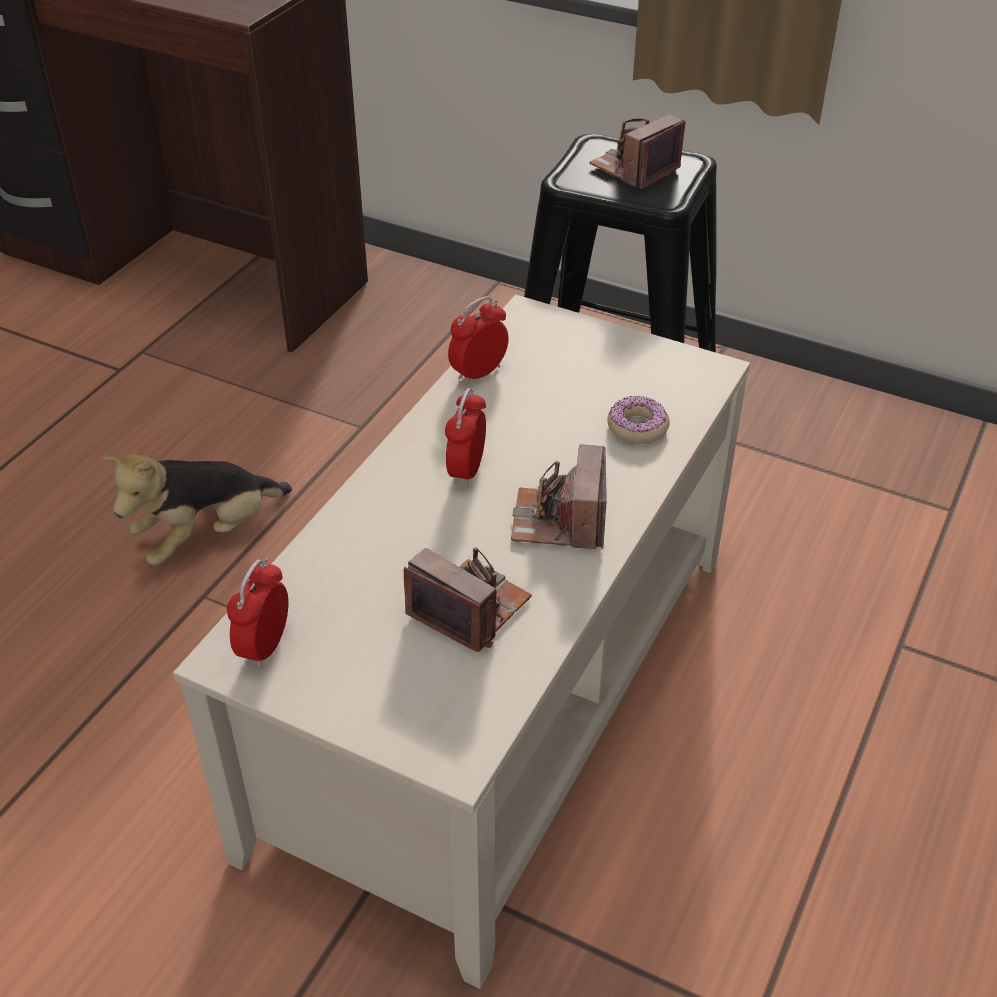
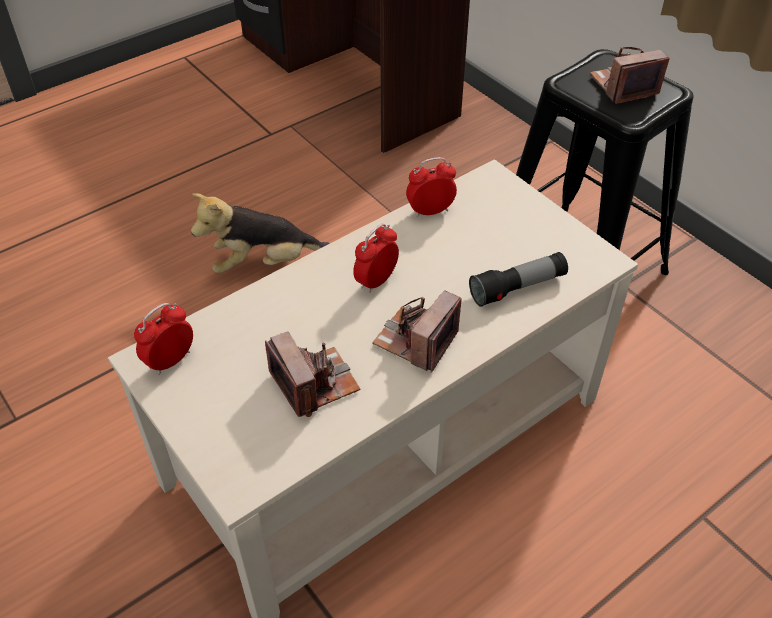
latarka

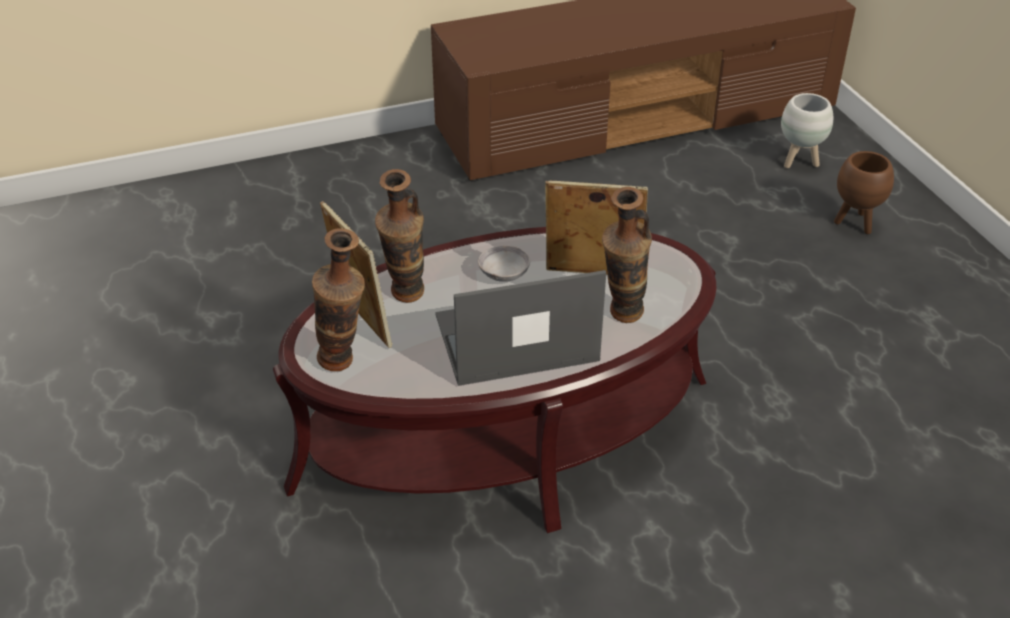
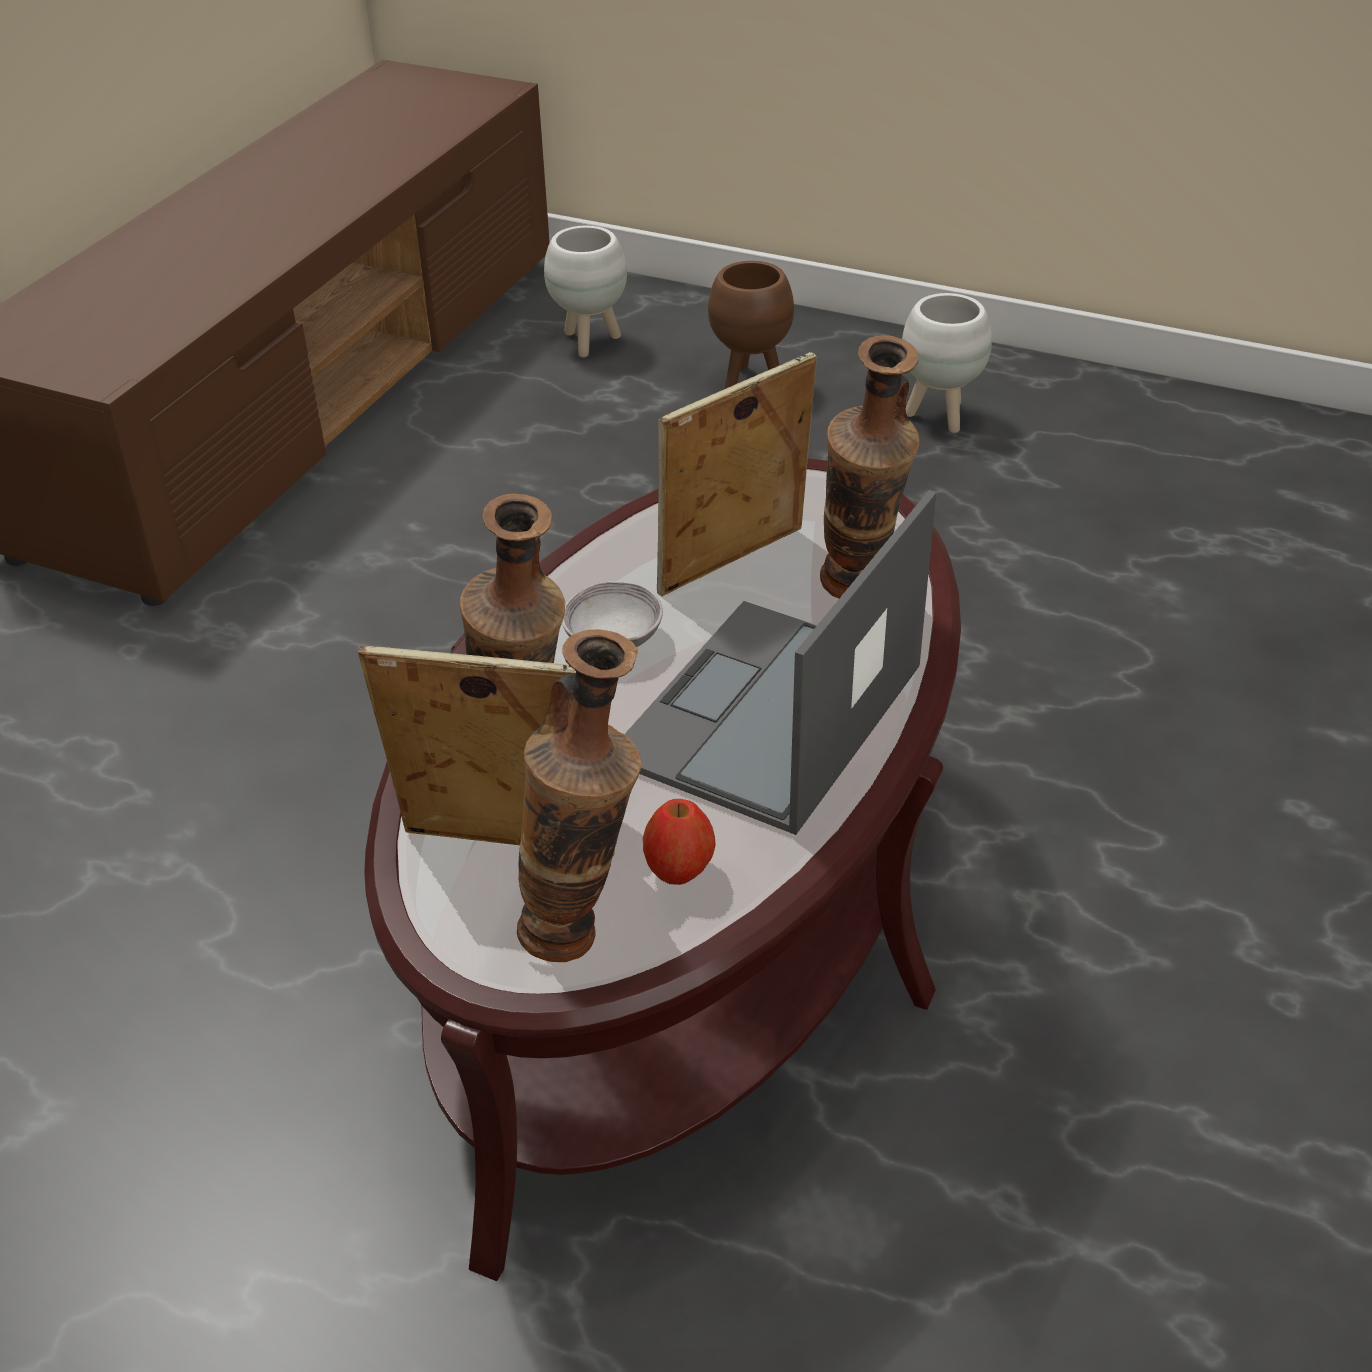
jabłko
donica/biały (no. 2 from left)

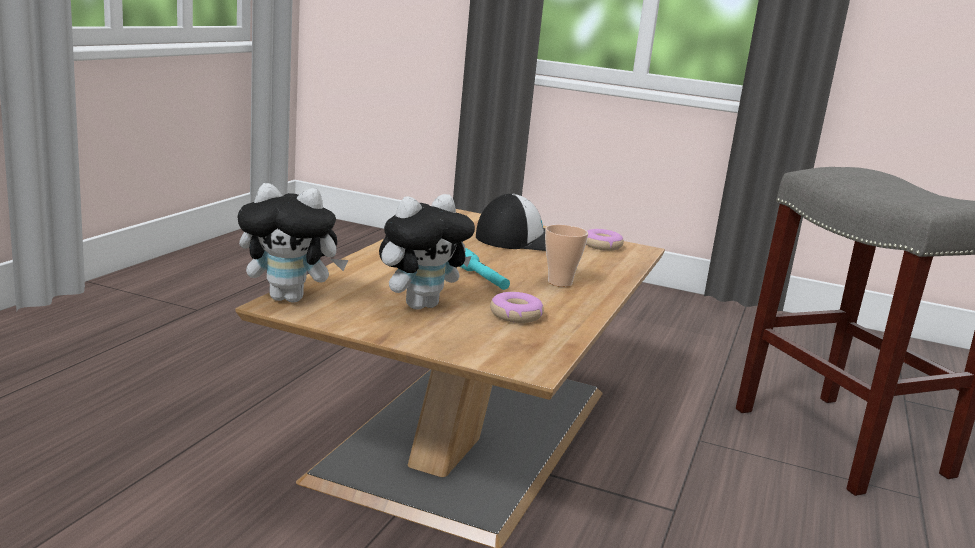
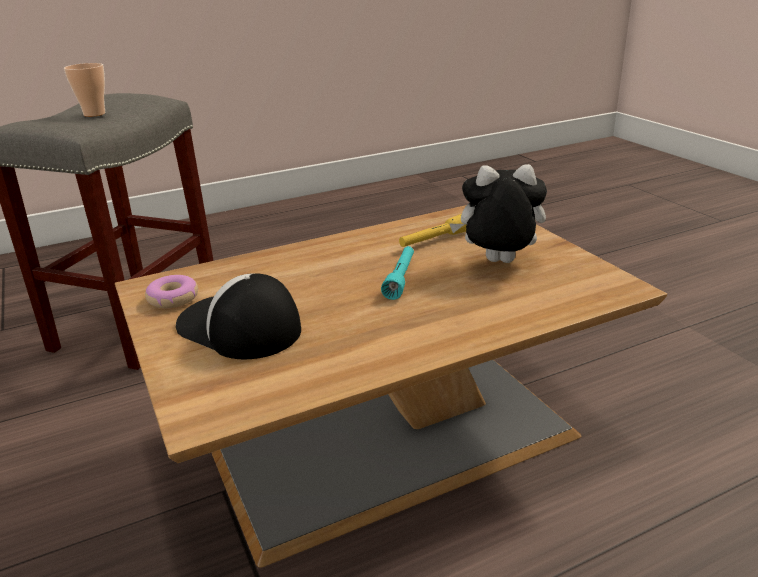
pluszak (no. 1 from left in the first image)
latarka/żółty
filiżanka

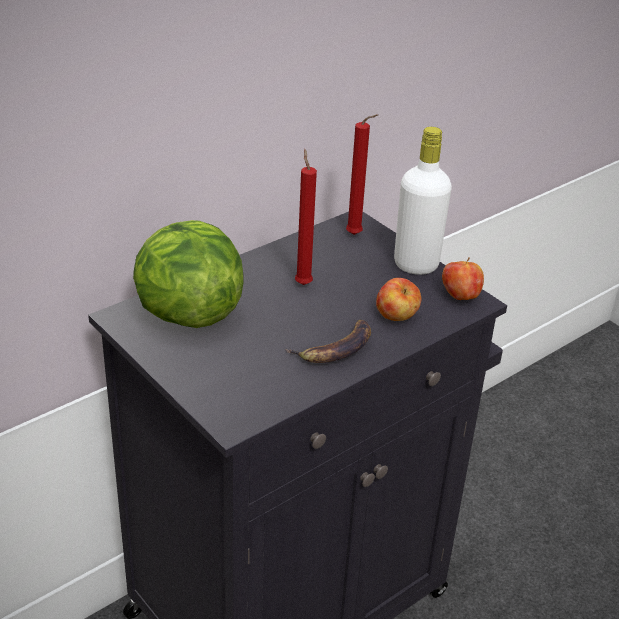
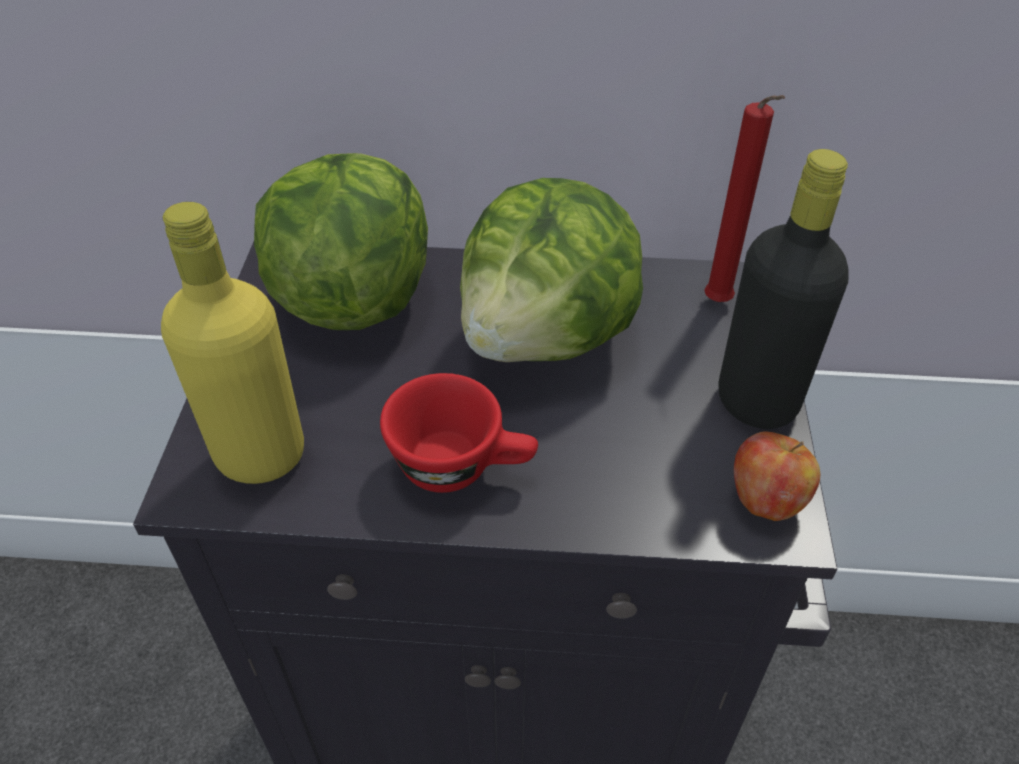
filiżanka/czerwony
sałata (no. 2 from left)
jabłko (no. 1 from left in the first image)
butelka/czarny
butelka/żółty

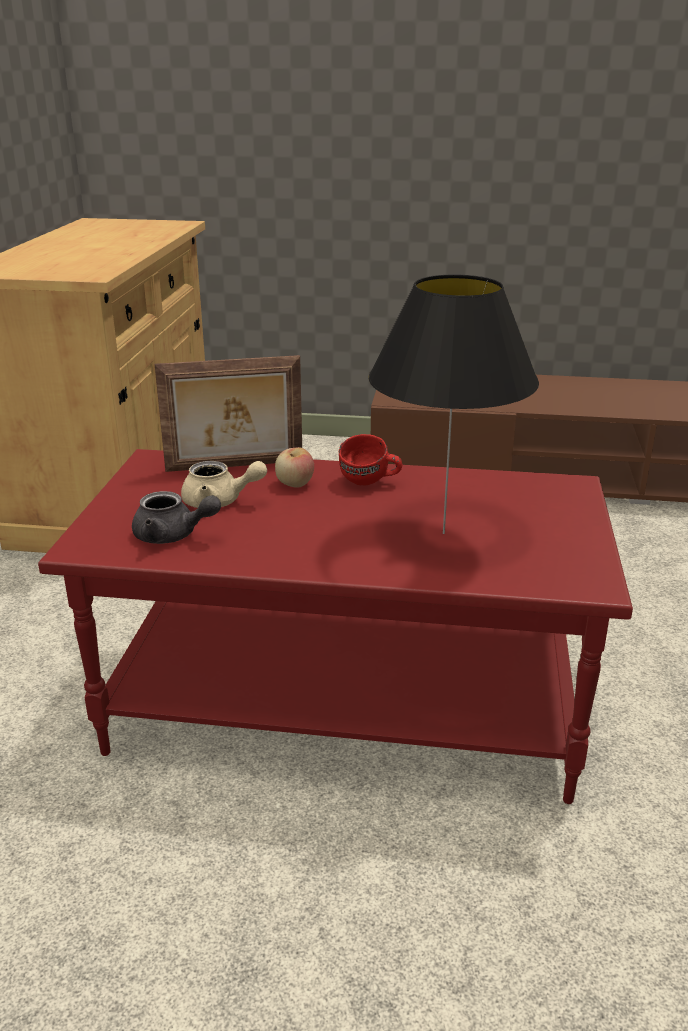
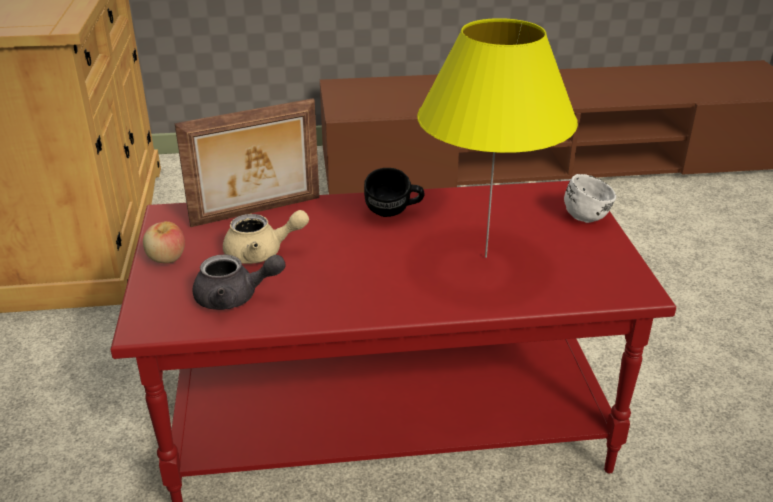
jabłko
kubek/czarny
lampa stołowa/żółty
kubek/biały

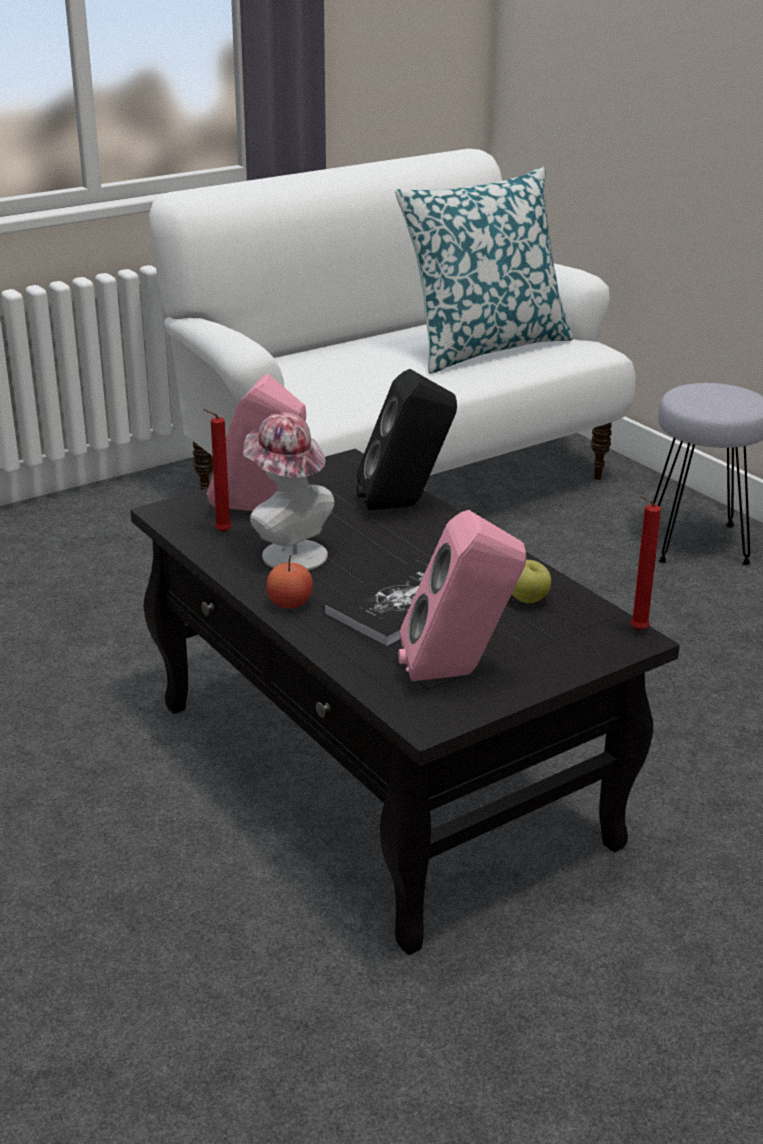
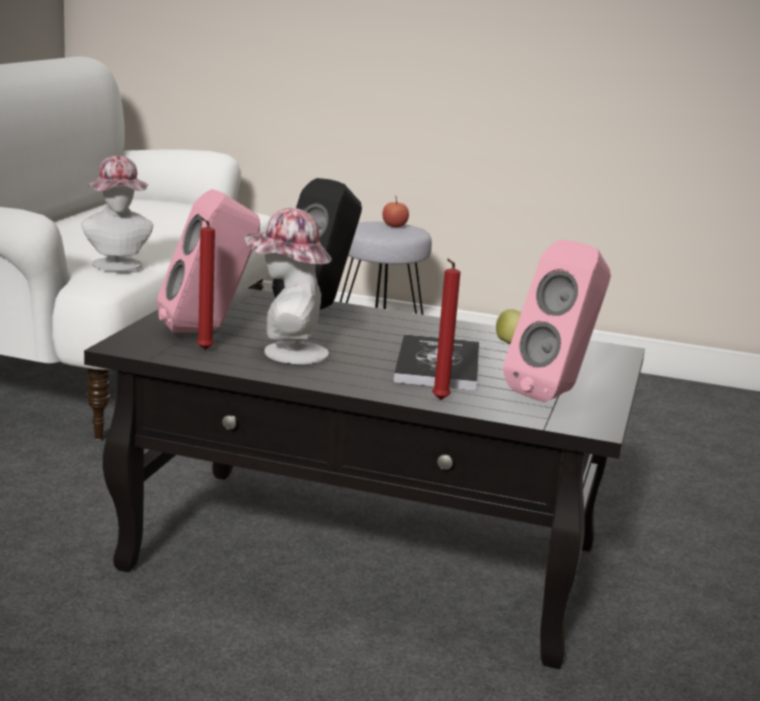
jabłko (no. 1 from left)
poduszka
świeca/czerwony (no. 2 from left)
kapelusz (no. 1 from left)

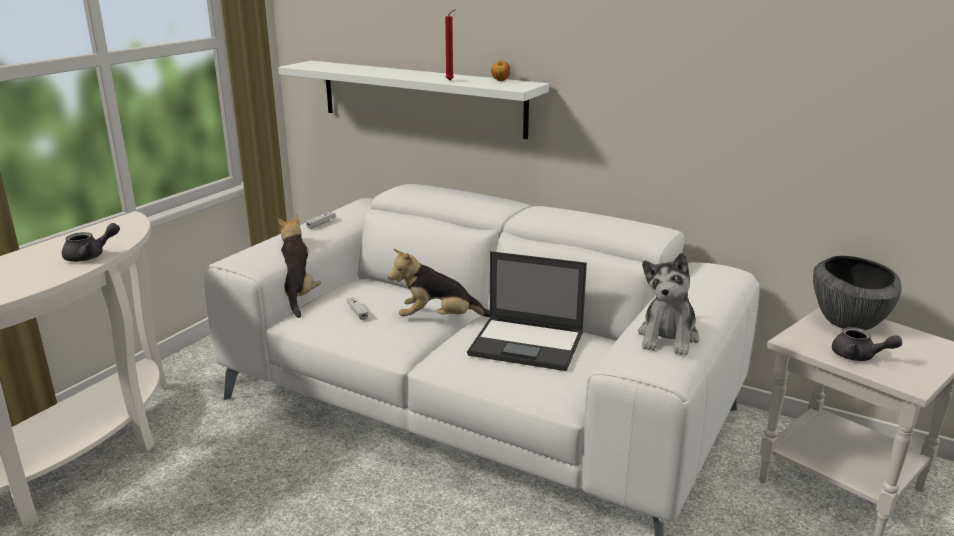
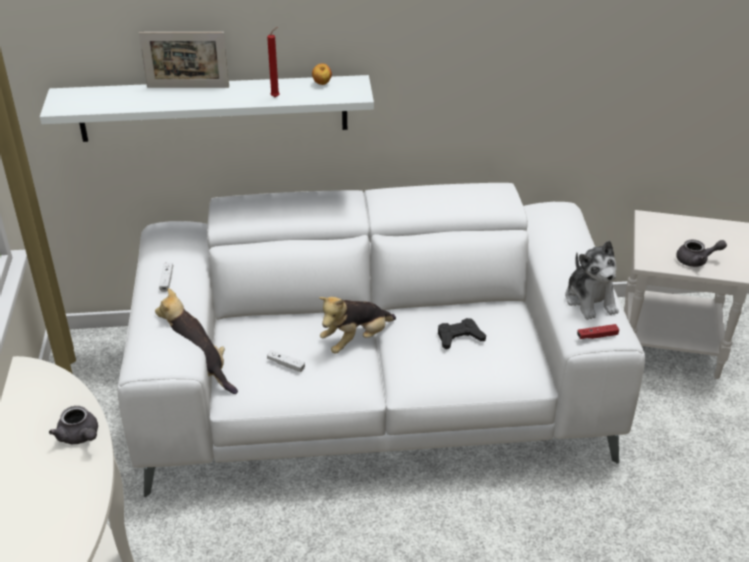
imbryk/szary (no. 1 from left)
pad do gier/czarny
miska
ramka na zdjęcie
pad do gier/czerwony

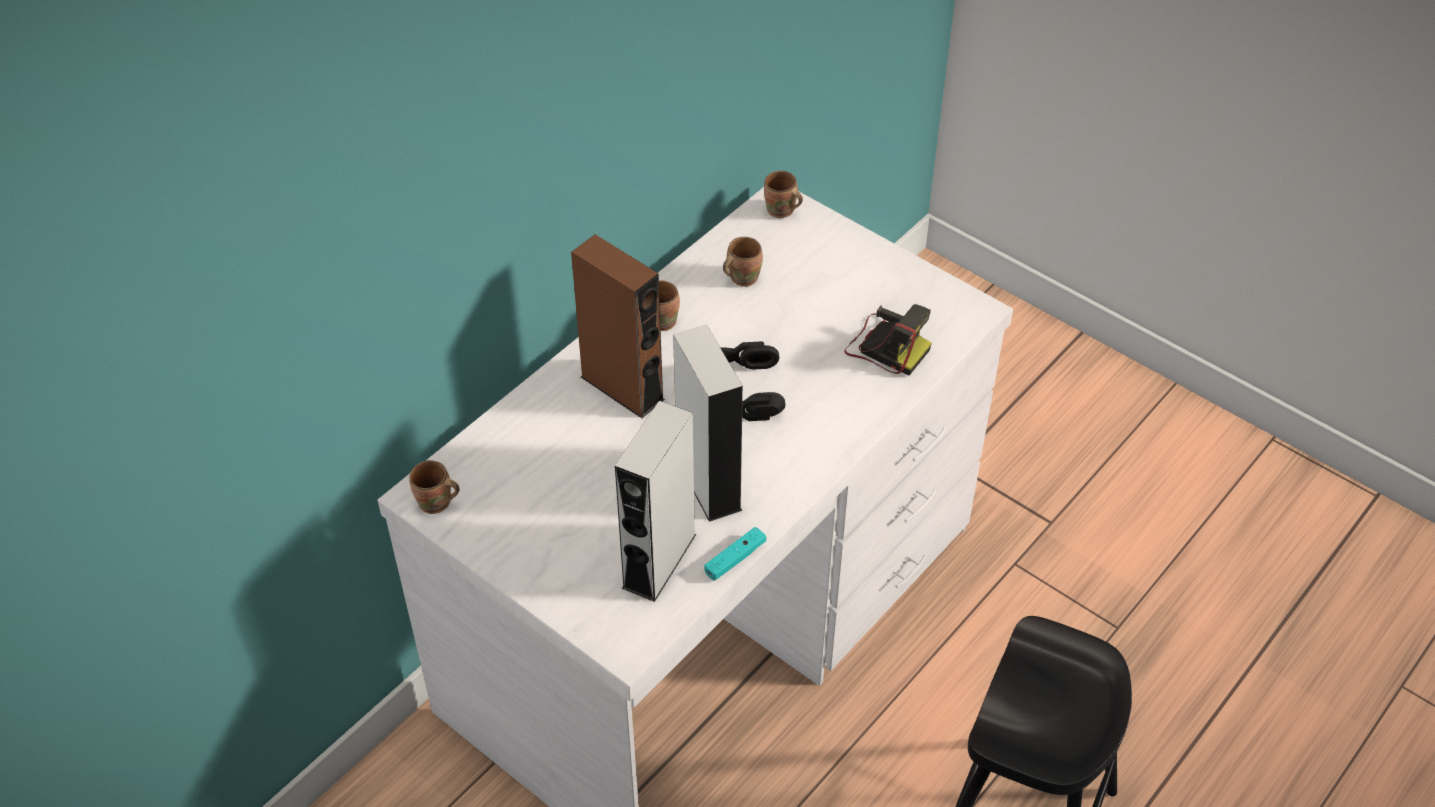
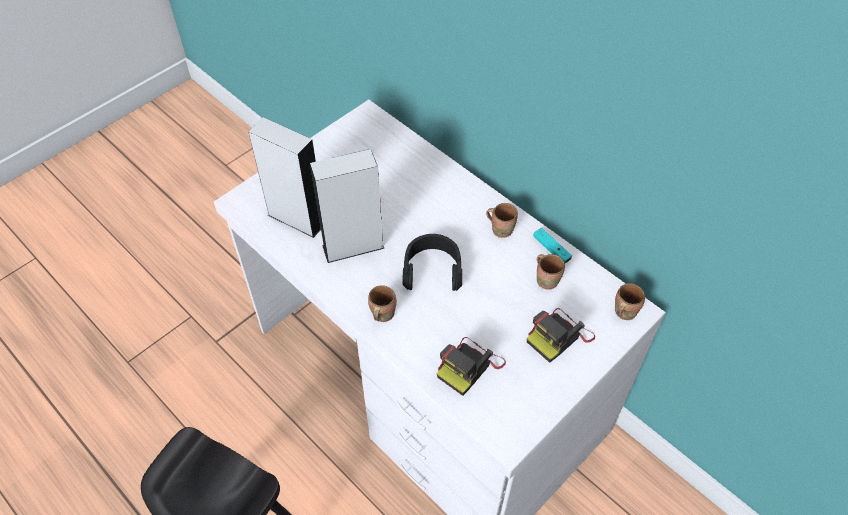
kubek/brązowy (no. 1 from left)
głośnik/brązowy
pad do gier/turkusowy
aparat fotograficzny (no. 2 from left)

